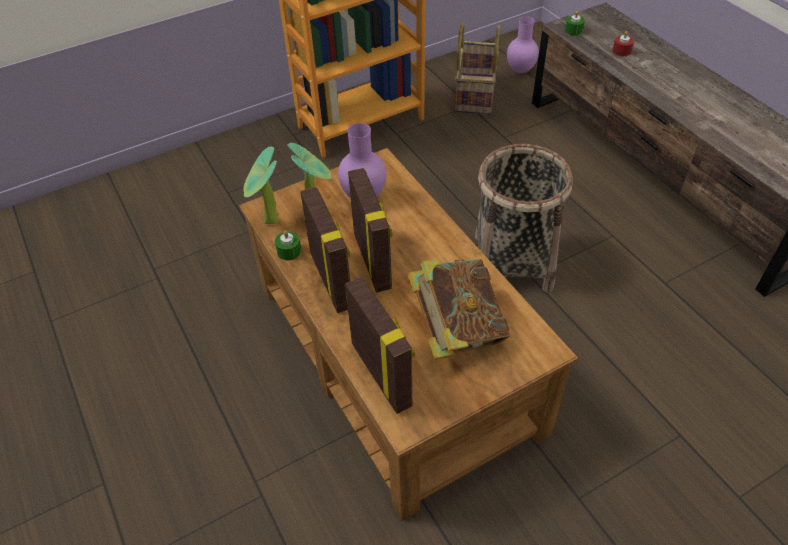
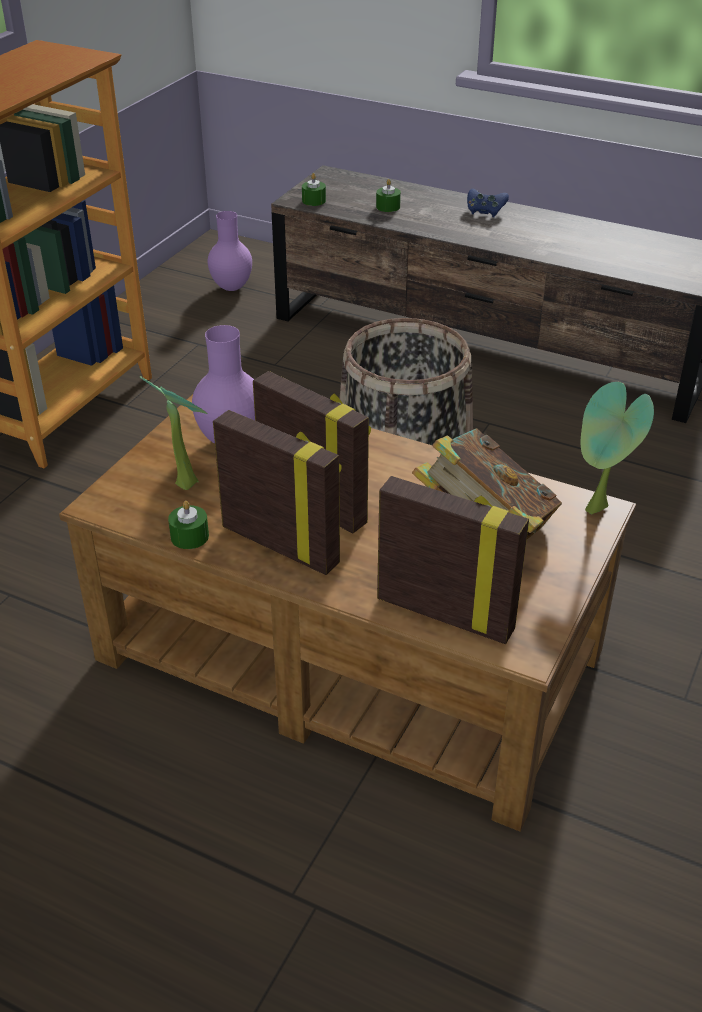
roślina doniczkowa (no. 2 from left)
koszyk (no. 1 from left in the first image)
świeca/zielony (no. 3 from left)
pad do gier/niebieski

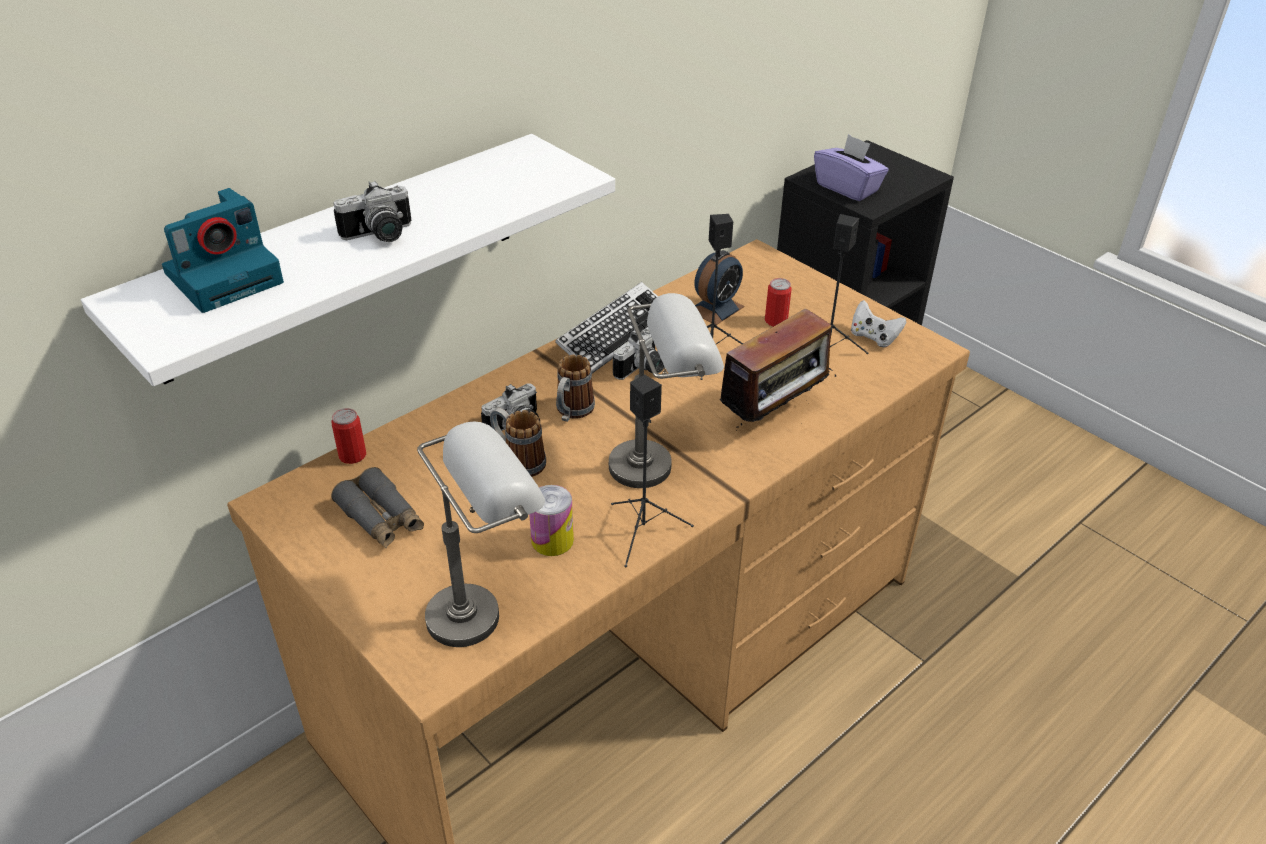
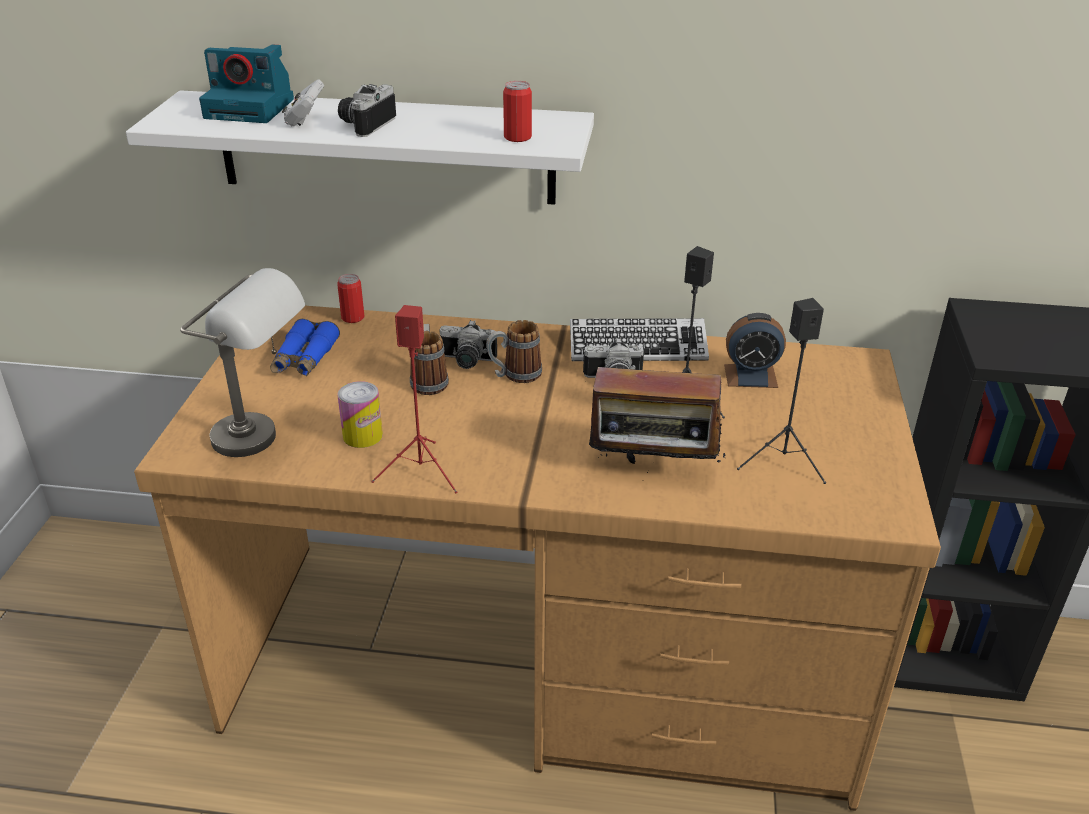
lornetka/niebieski
aparat fotograficzny (no. 2 from left)
lampa stołowa/szary (no. 2 from left in the first image)
głośnik/czerwony
puszka (no. 3 from left)
pudełko chusteczek/fioletowy
pad do gier/biały

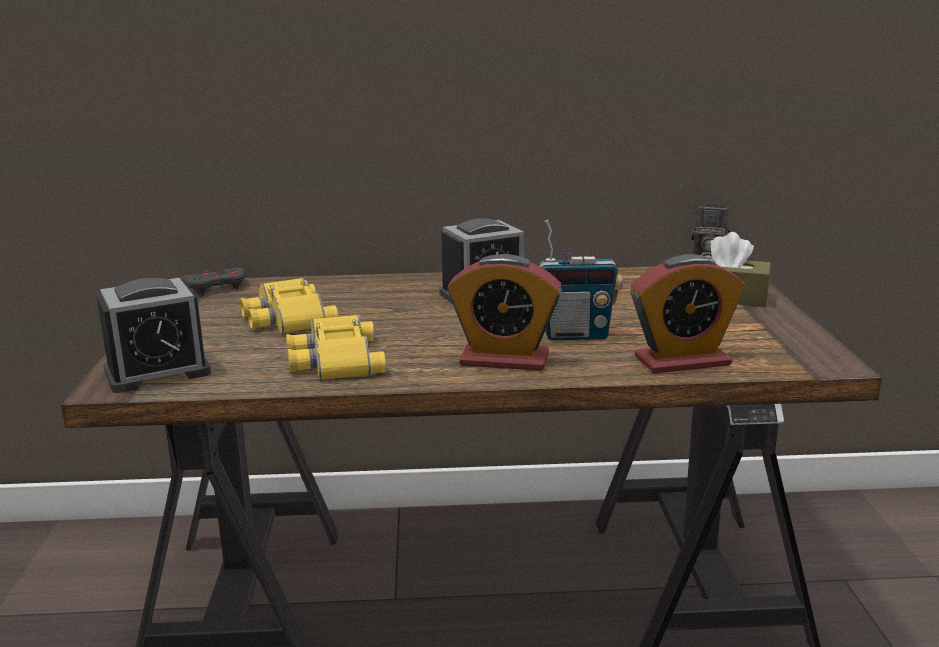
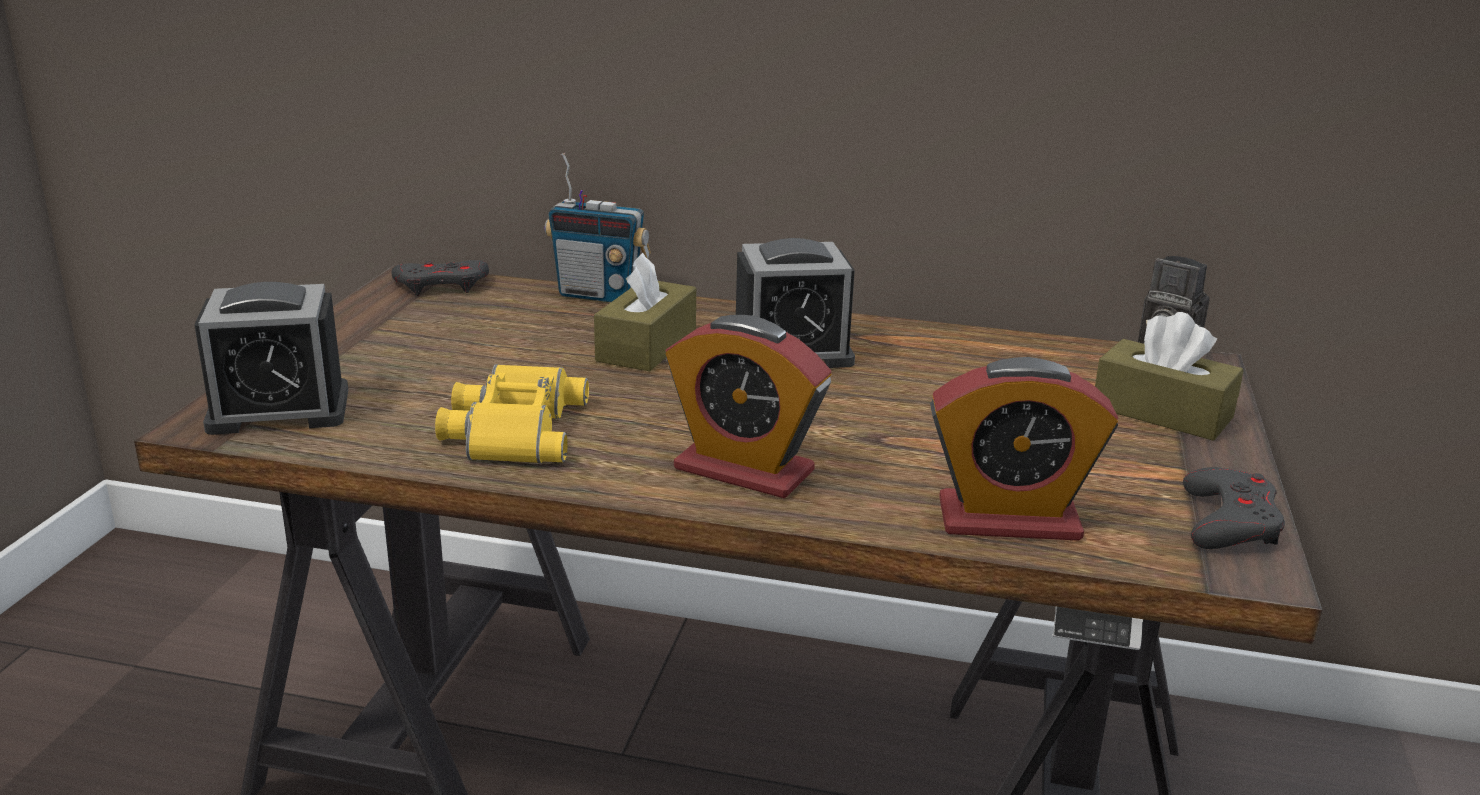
lornetka/żółty (no. 1 from left in the first image)
radio
pudełko chusteczek/brązowy (no. 1 from left)
pad do gier/szary (no. 2 from left)

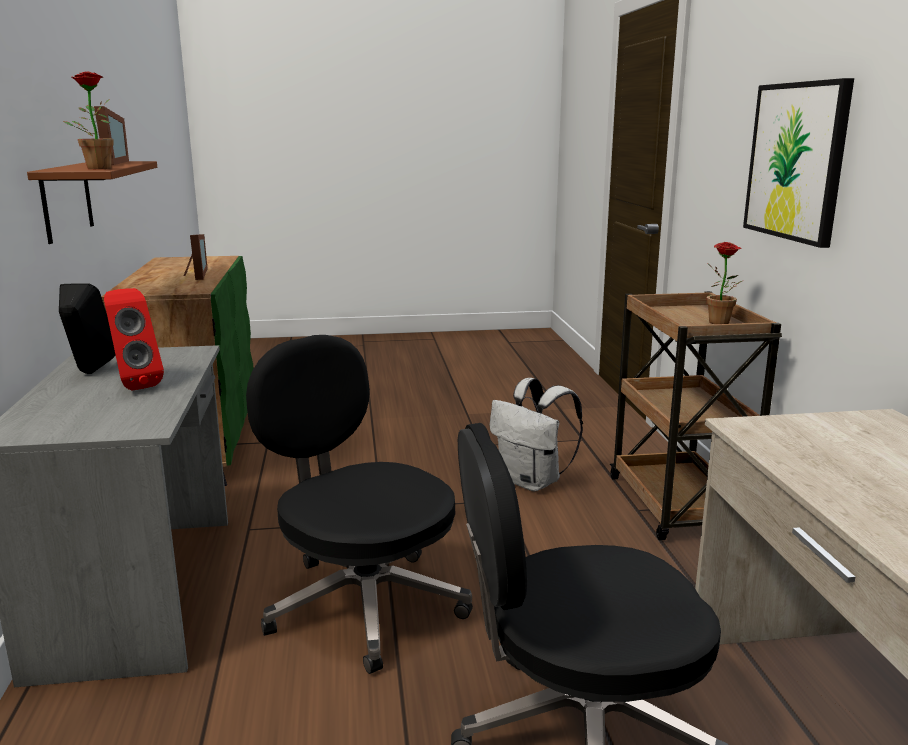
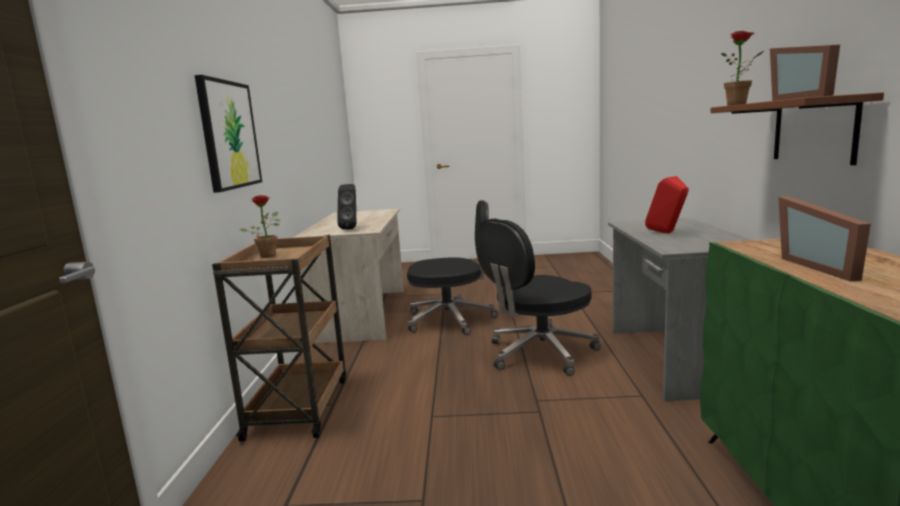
głośnik/czarny
krzesło biurowe/czarny (no. 2 from left)
plecak/biały

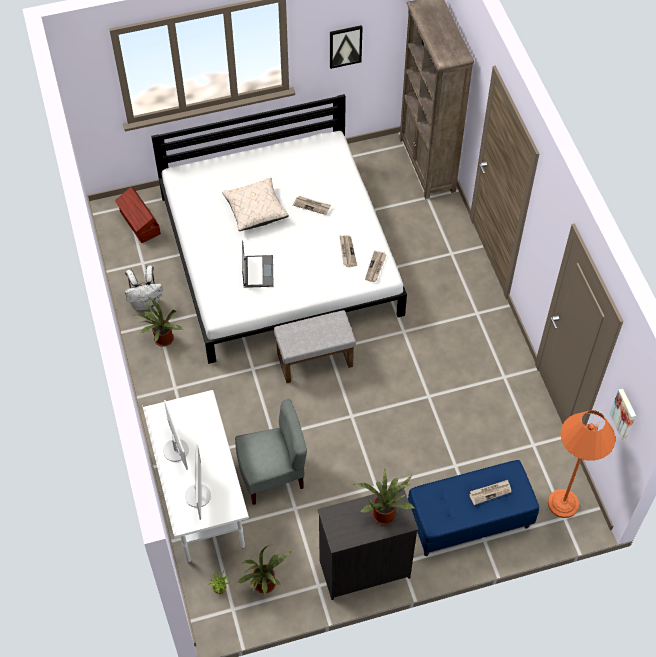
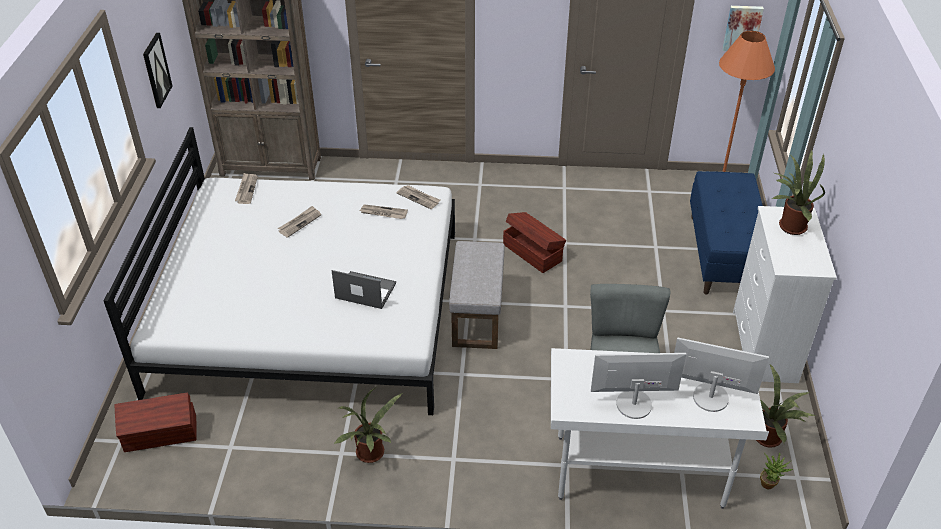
plecak/biały
poduszka/beżowy
komoda/biały
gazeta (no. 1 from left)
pojemnik do przechowywania/brązowy (no. 2 from left)

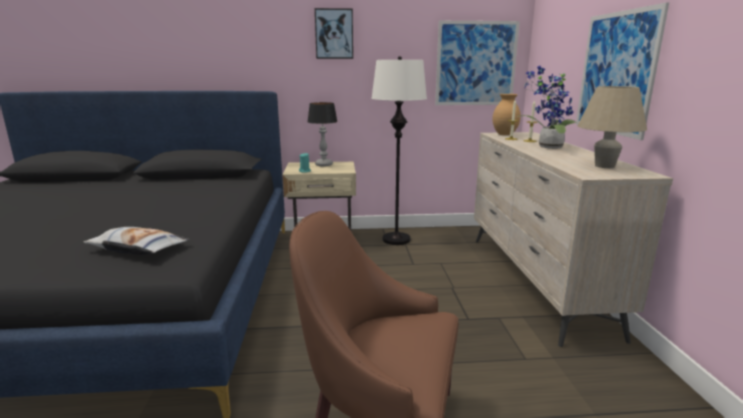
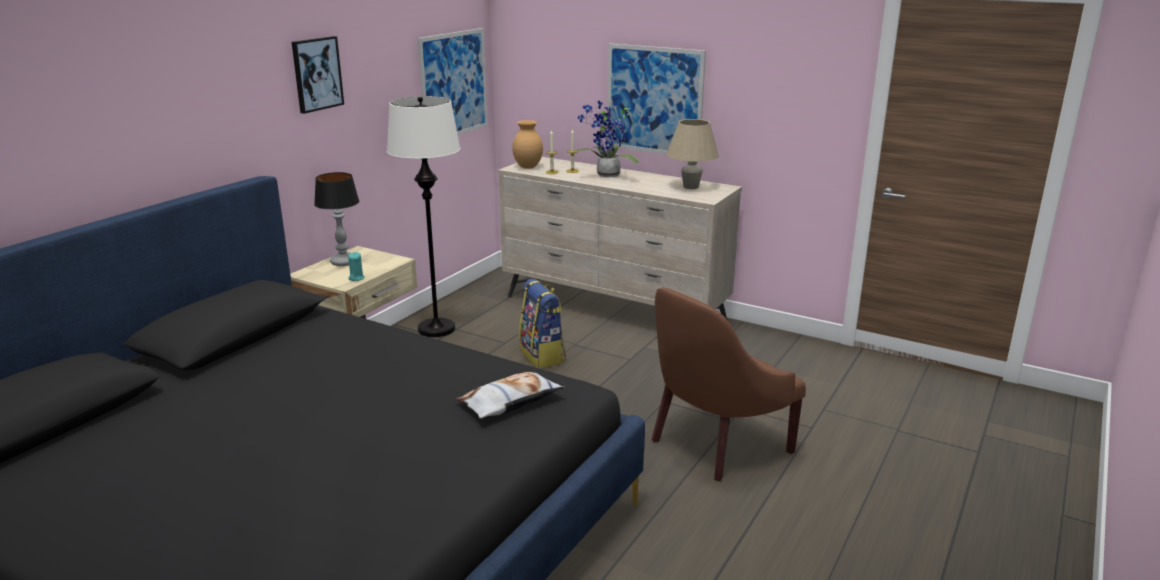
plecak

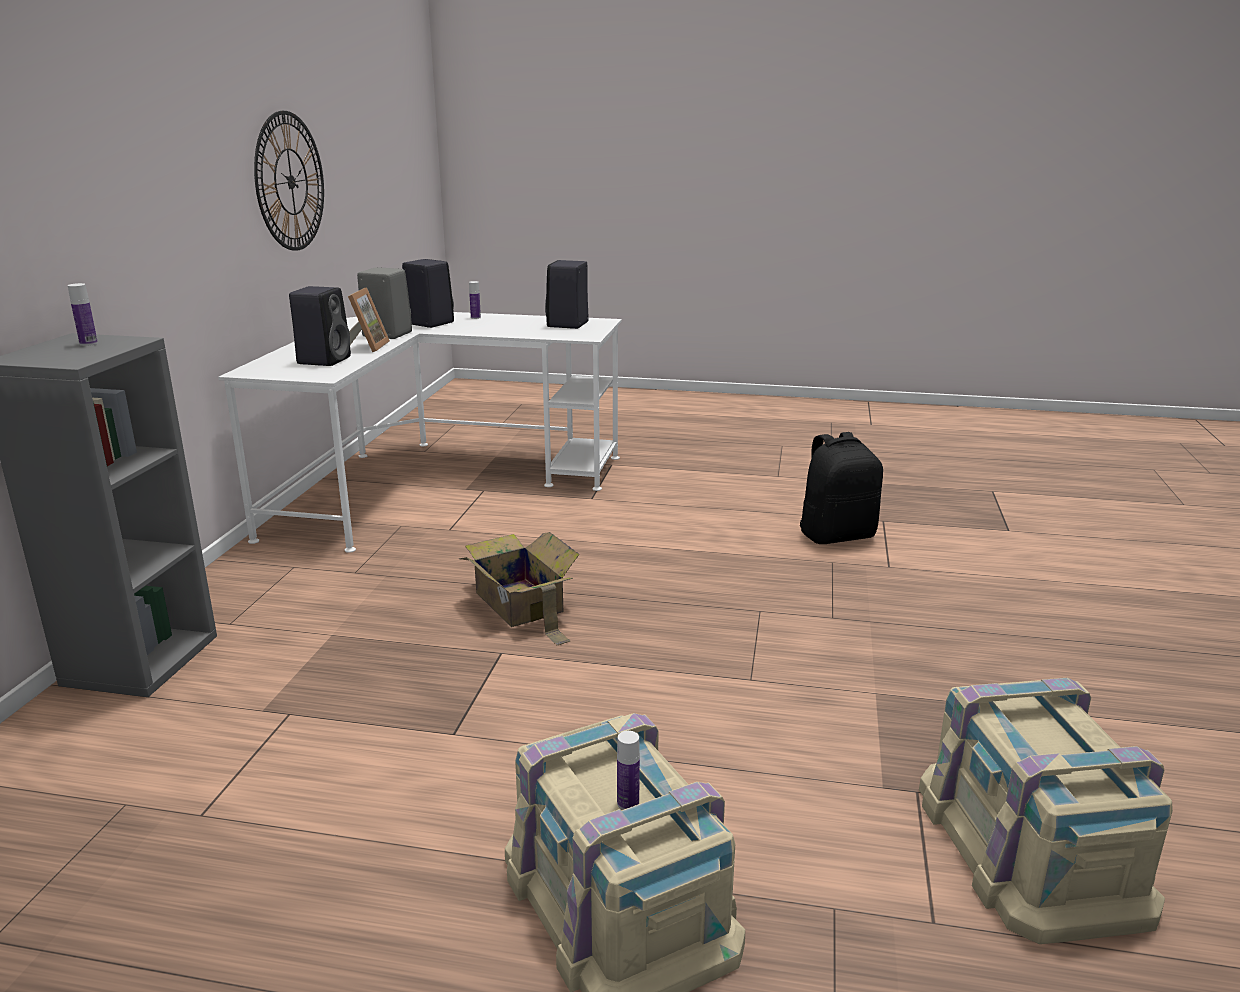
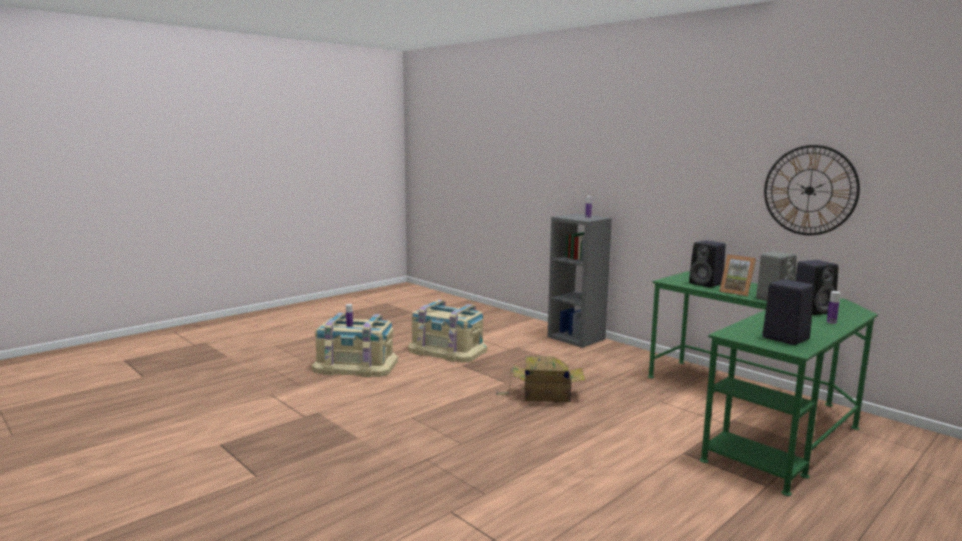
biurko/zielony
plecak/czarny
pojemnik do przechowywania/beżowy (no. 2 from left)

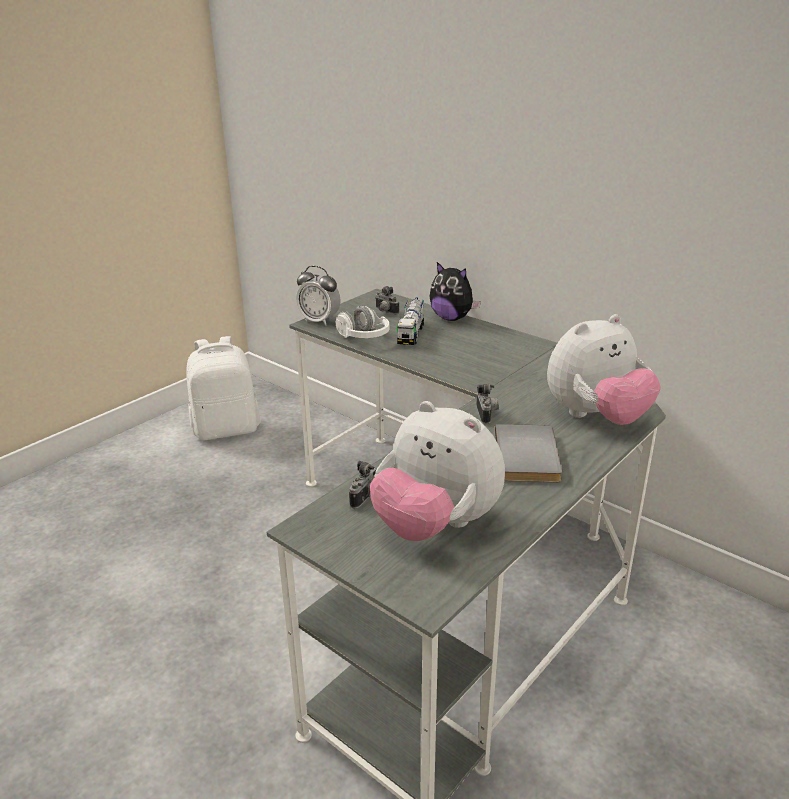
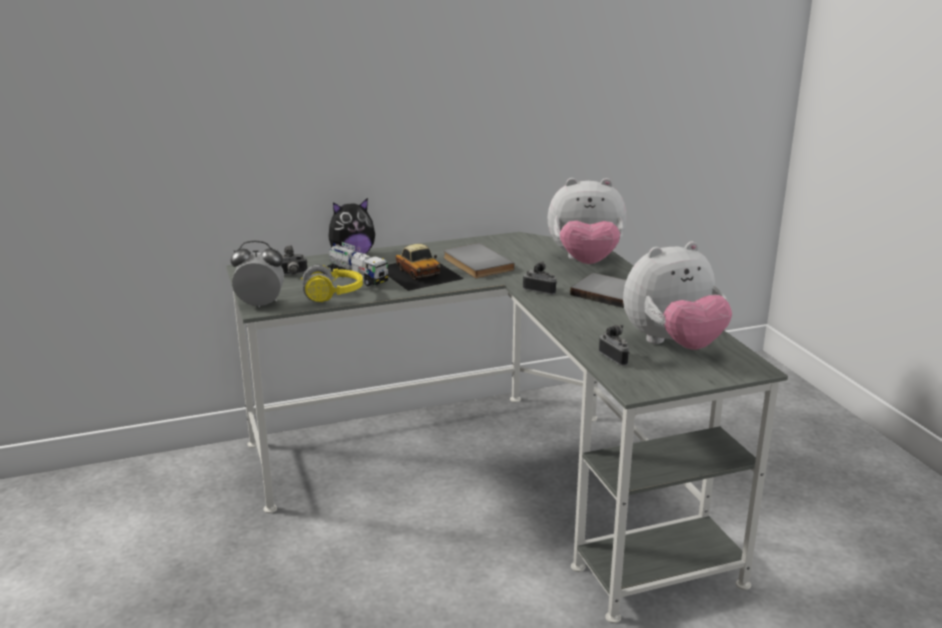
plecak/biały
budzik
słuchawki/żółty
pluszak (no. 2 from left)
samochodzik
książka/szary (no. 1 from left)

